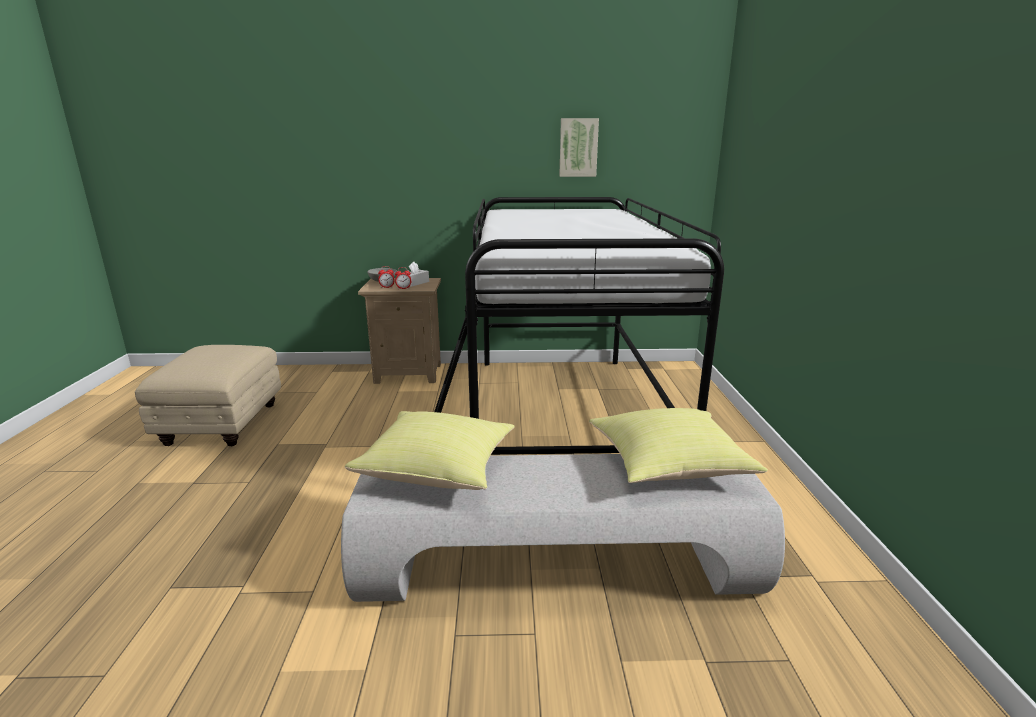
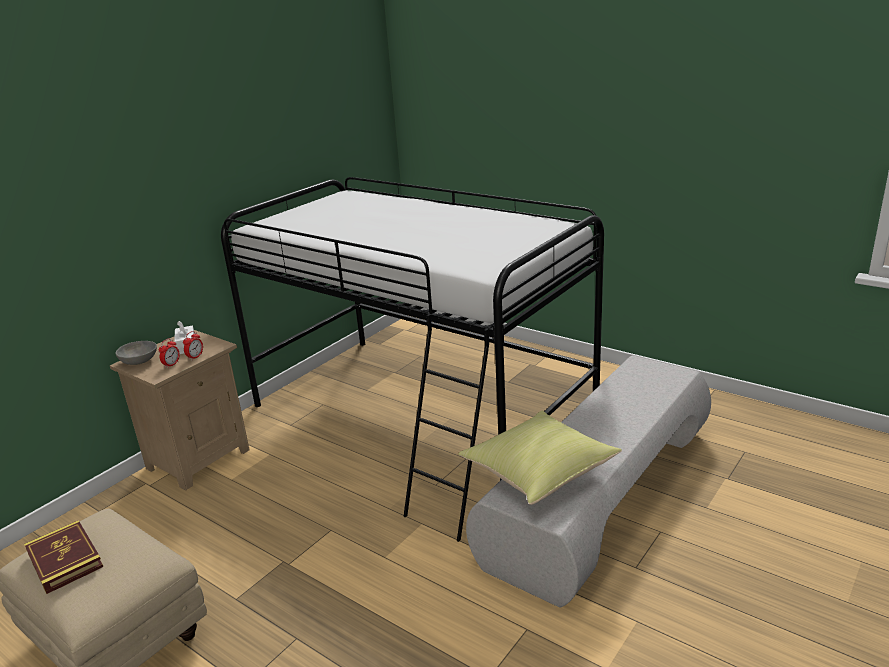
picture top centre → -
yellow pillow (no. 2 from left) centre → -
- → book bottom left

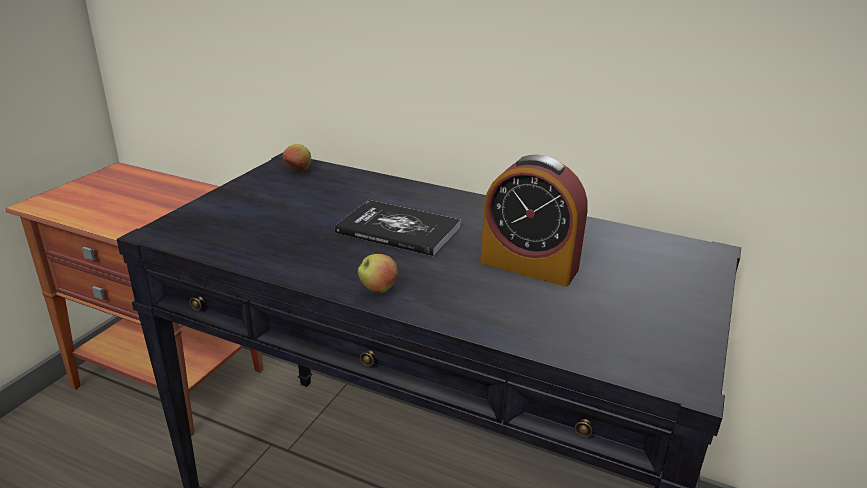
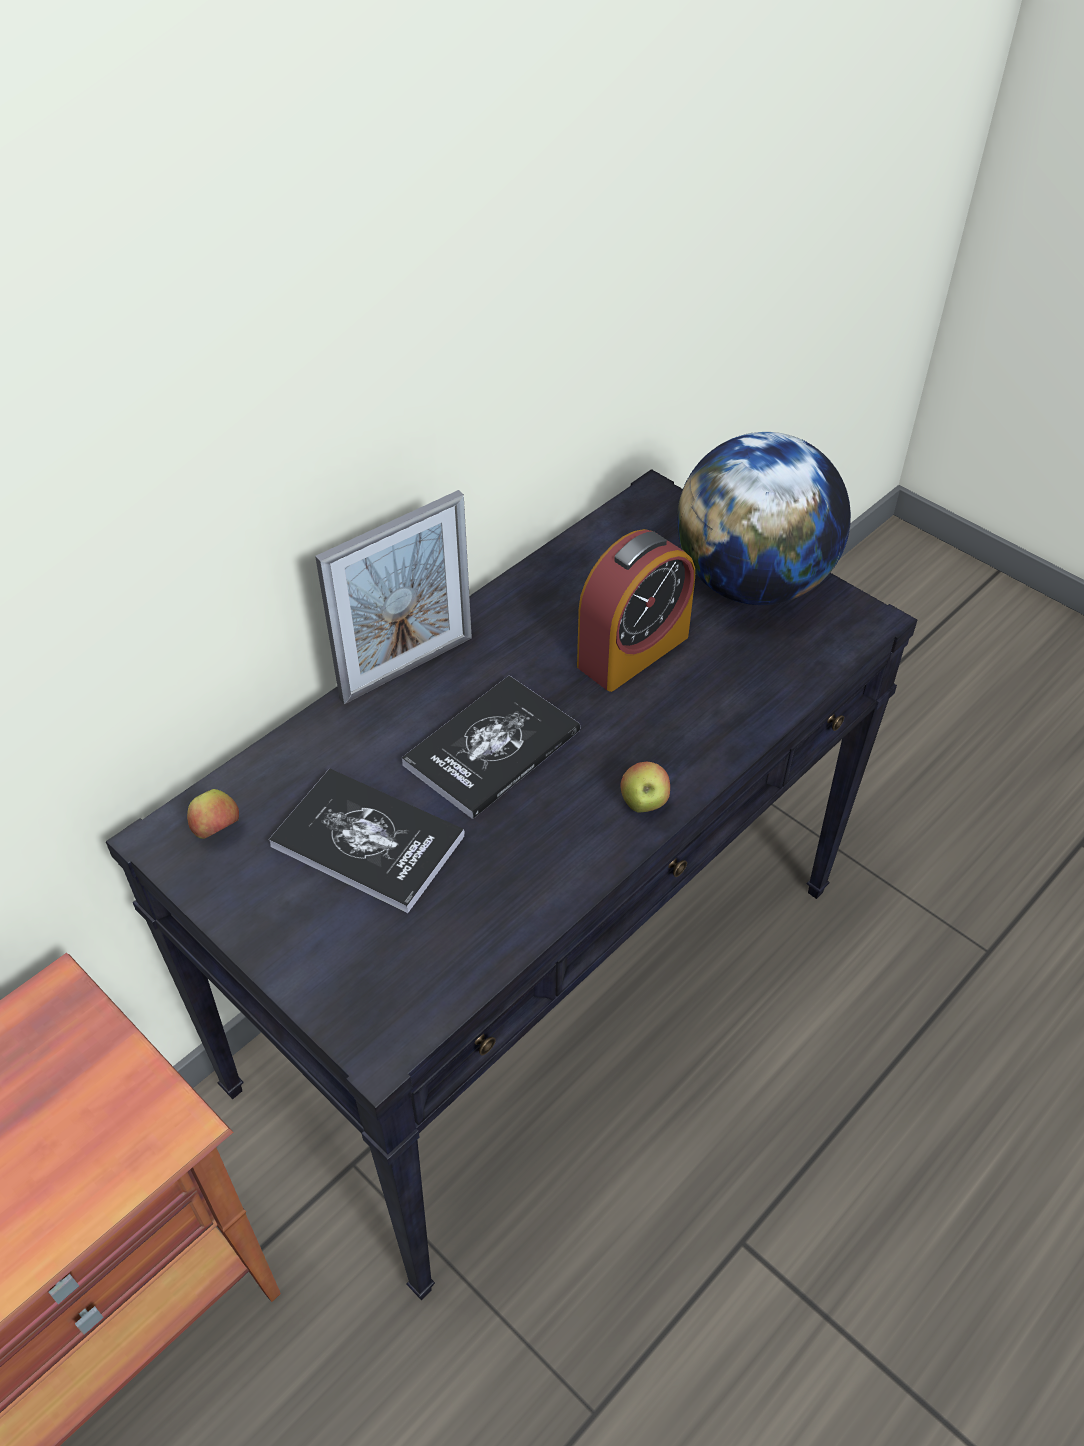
- → globe middle right
- → picture frame centre
- → book (no. 1 from left) centre

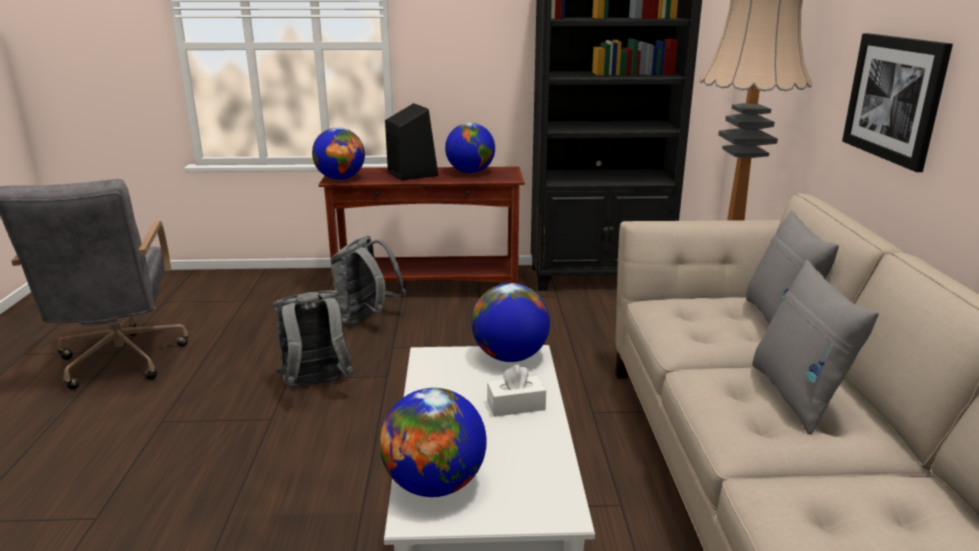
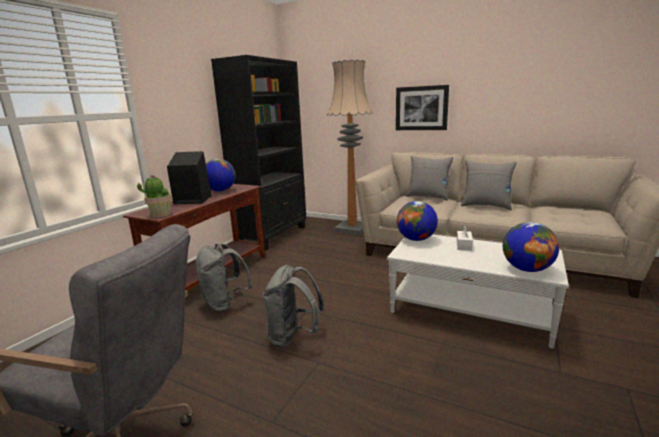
globe (no. 1 from left) top centre → potted plant middle left

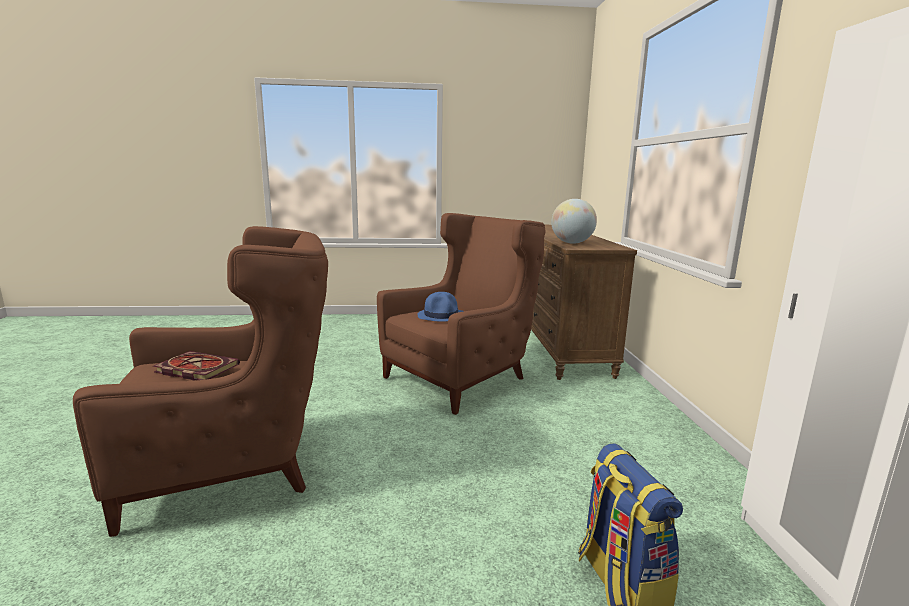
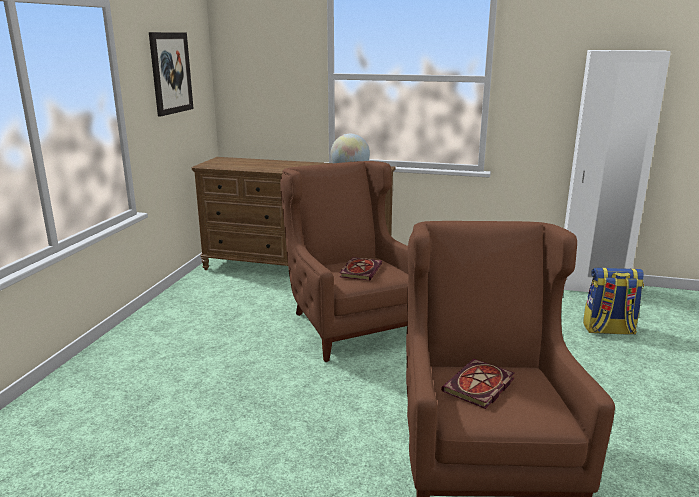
blue hat centre → book (no. 1 from left) centre
- → picture top left

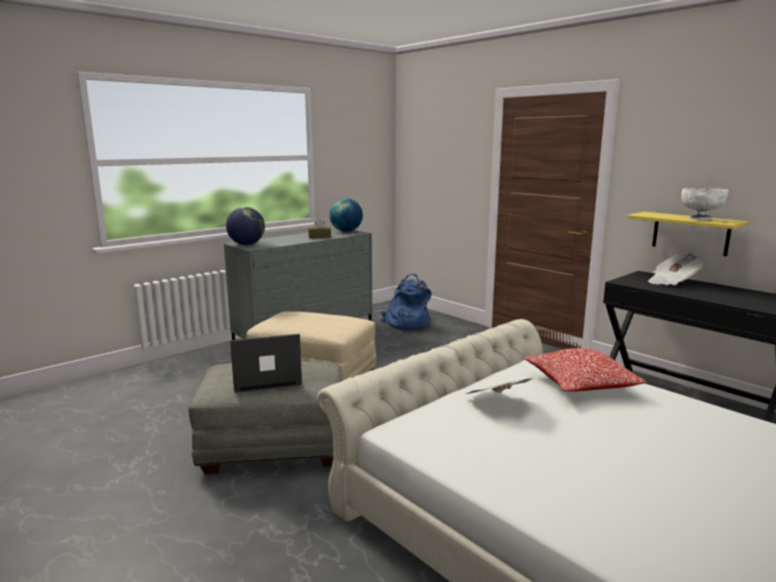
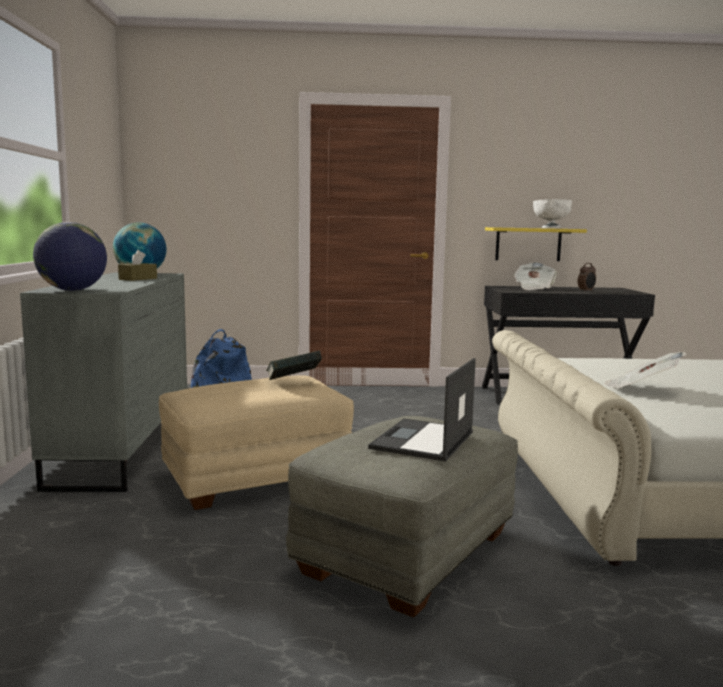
pillow middle right → -
- → alarm clock middle right
- → book centre

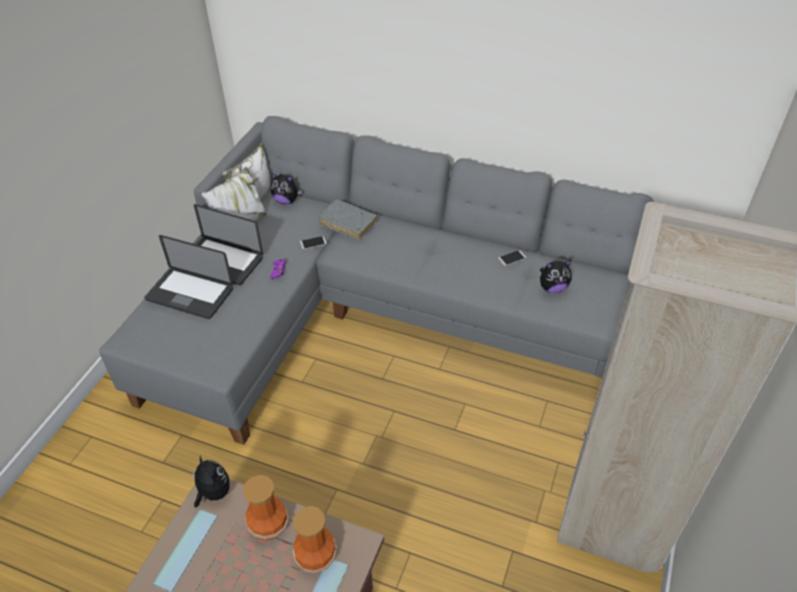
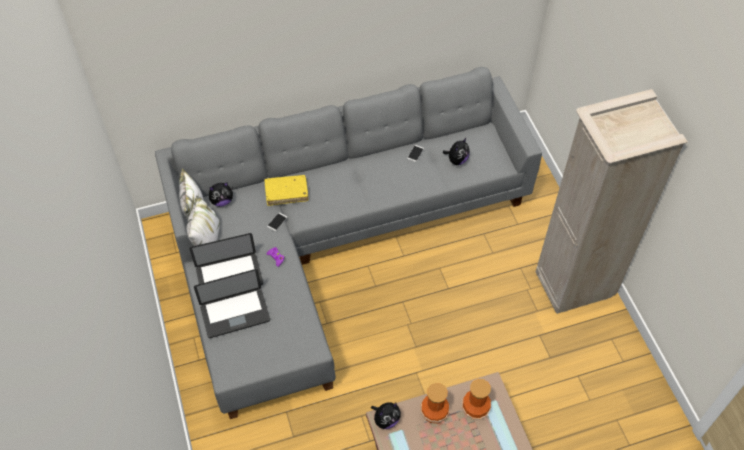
grey book centre → yellow book centre
plush toy (no. 1 from left in the first image) bottom left → plush toy (no. 2 from left) bottom centre, 135 degrees clockwise

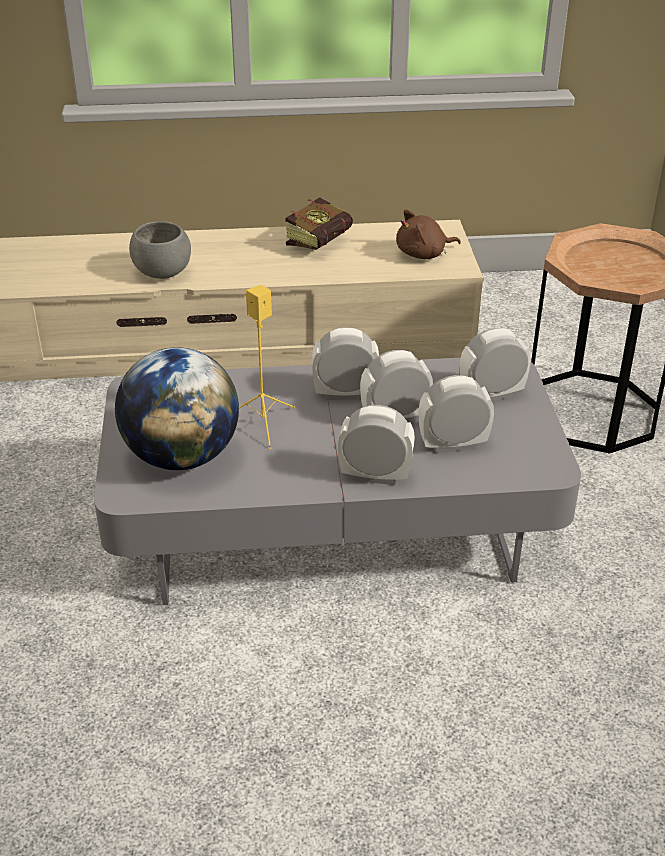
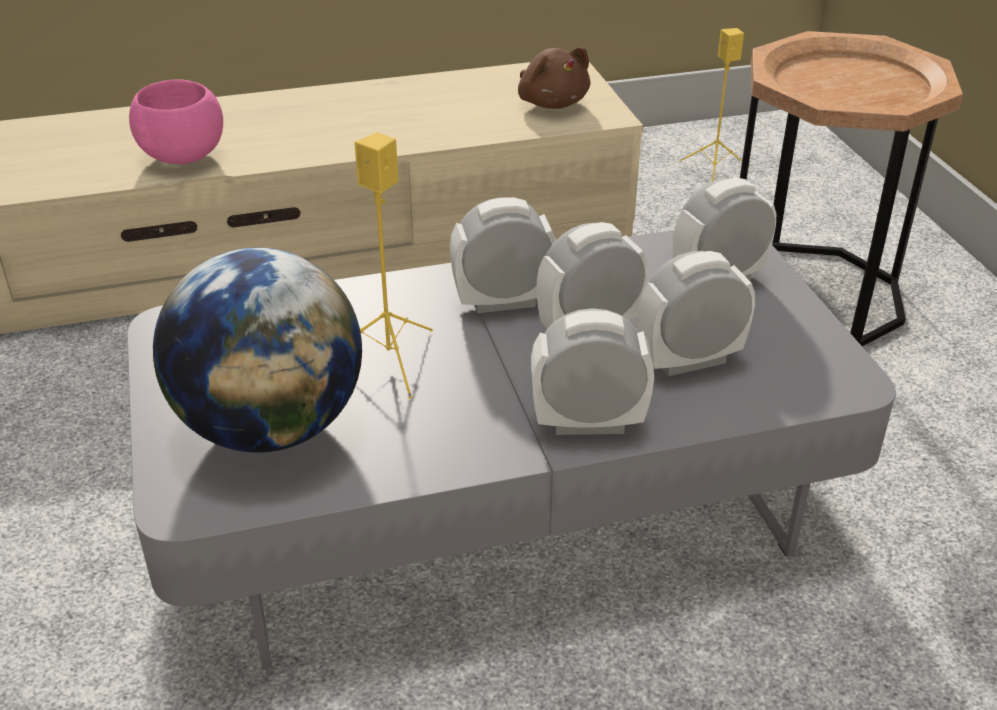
book top centre → -
brown plush toy top centre, 90 degrees counterclockwise
grey bowl top left → pink bowl top left
- → yellow speaker (no. 2 from left) top right

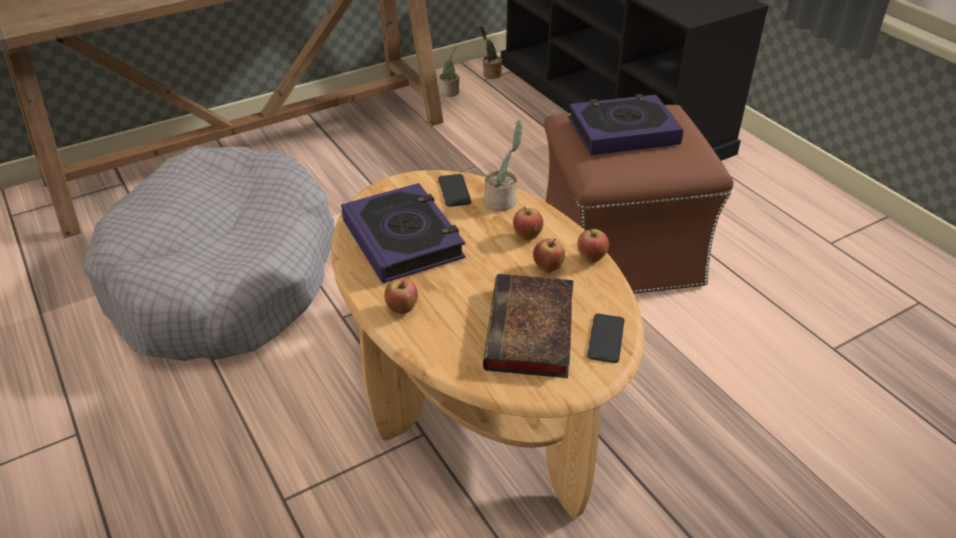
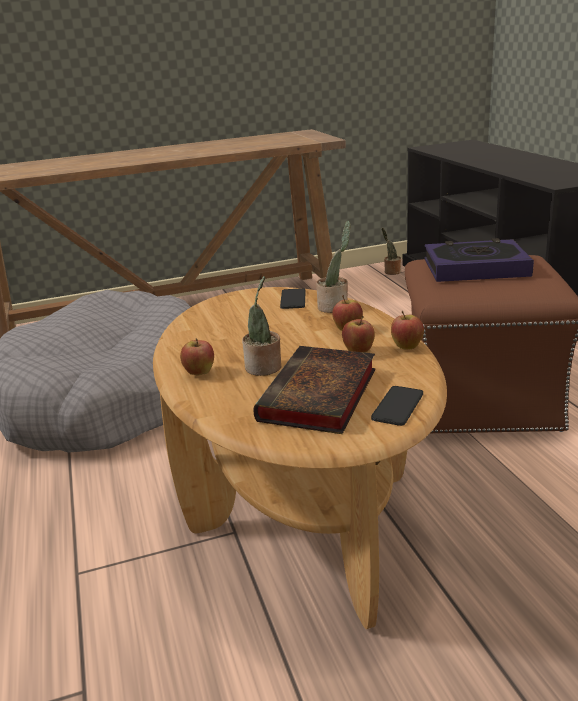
potted plant (no. 1 from left) top centre → potted plant (no. 1 from left) centre, shifted
book (no. 1 from left) centre → -

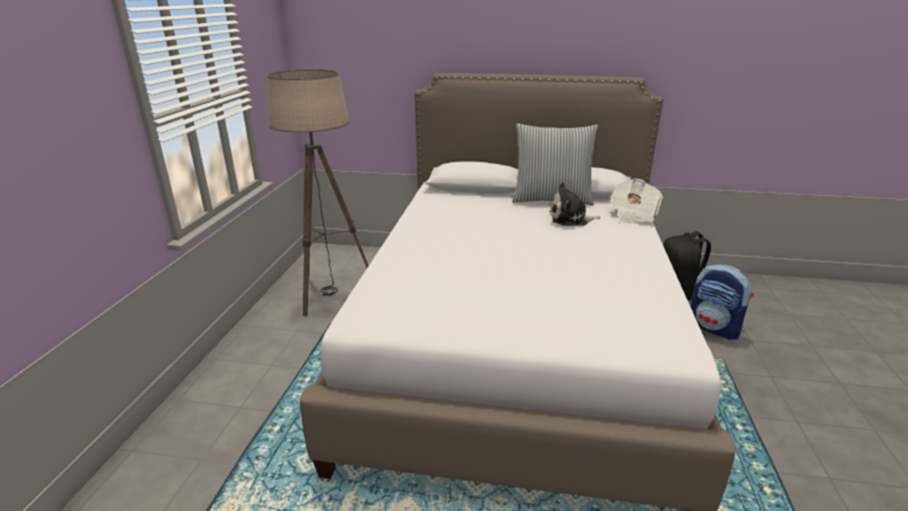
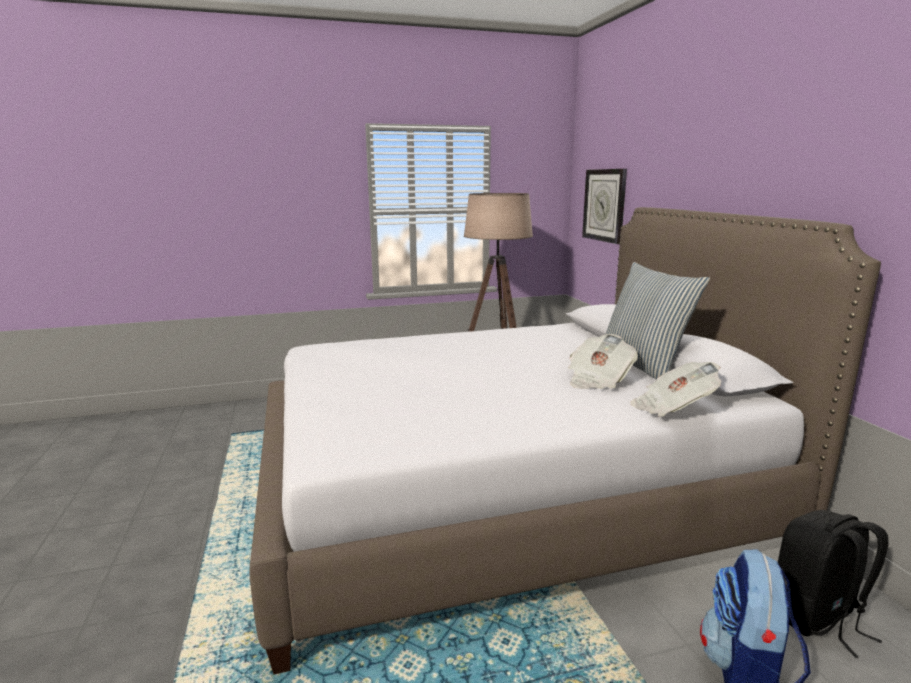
plush toy centre → newspaper (no. 1 from left) centre
- → wall clock top centre

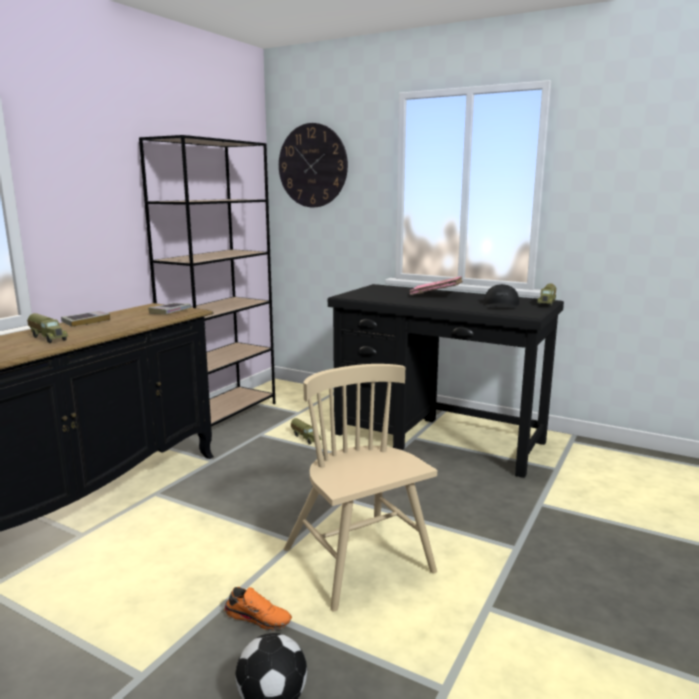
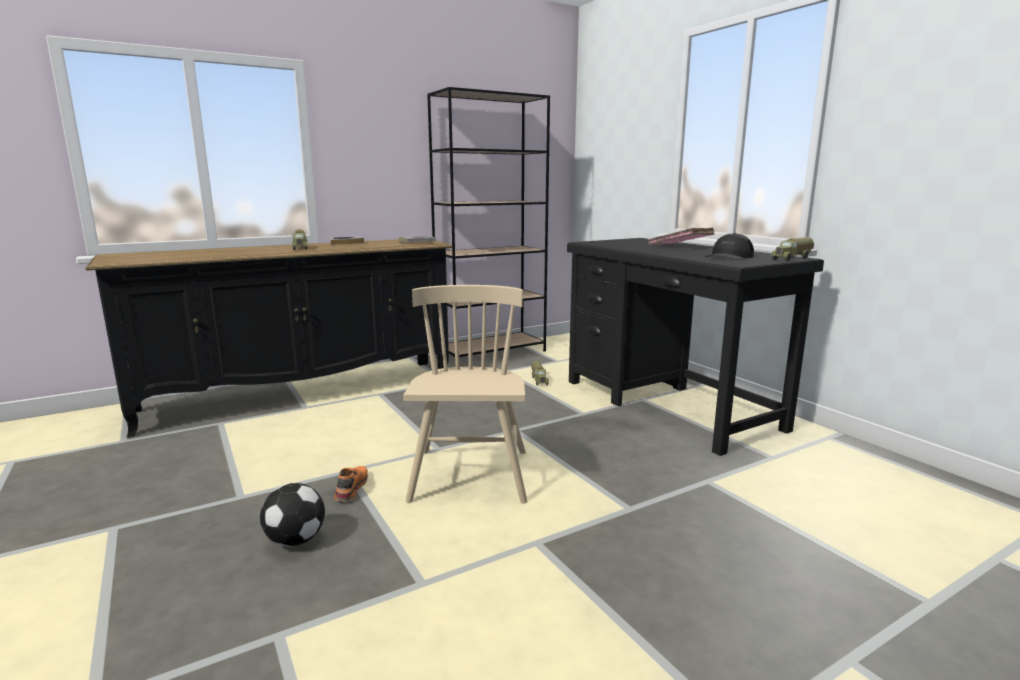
wall clock top centre → -
orange shoe bottom centre, 135 degrees counterclockwise

